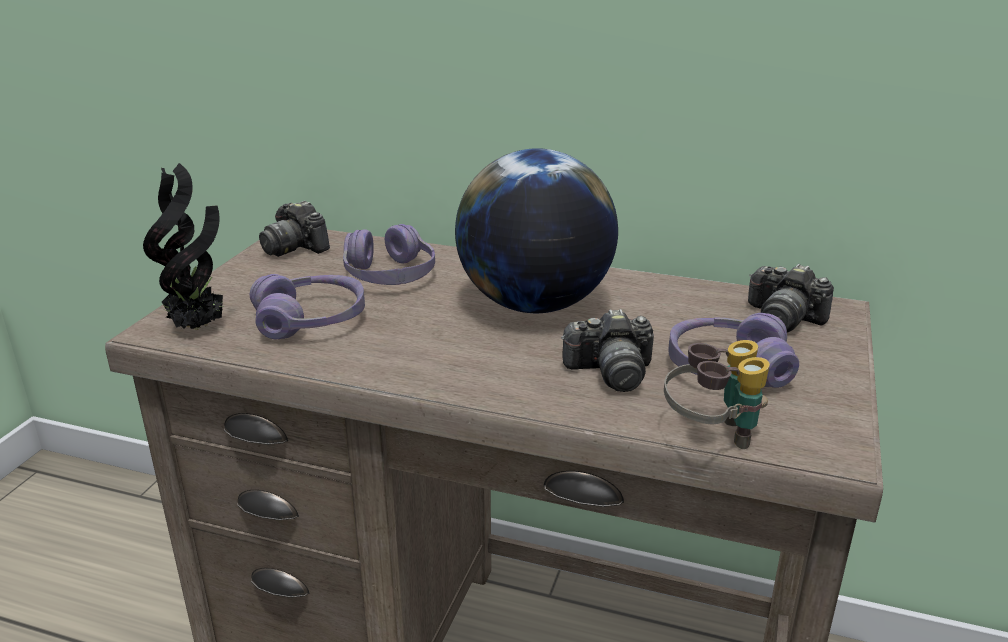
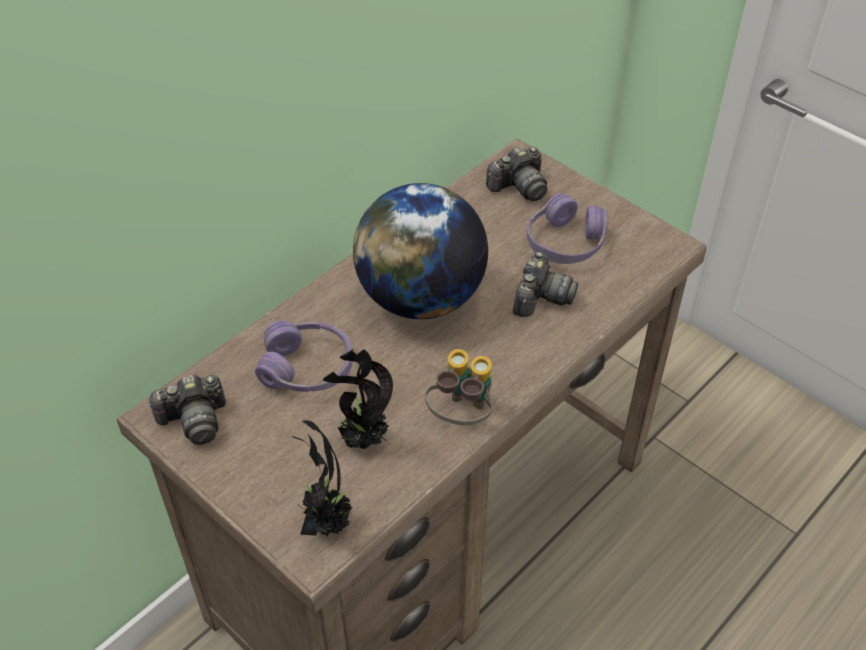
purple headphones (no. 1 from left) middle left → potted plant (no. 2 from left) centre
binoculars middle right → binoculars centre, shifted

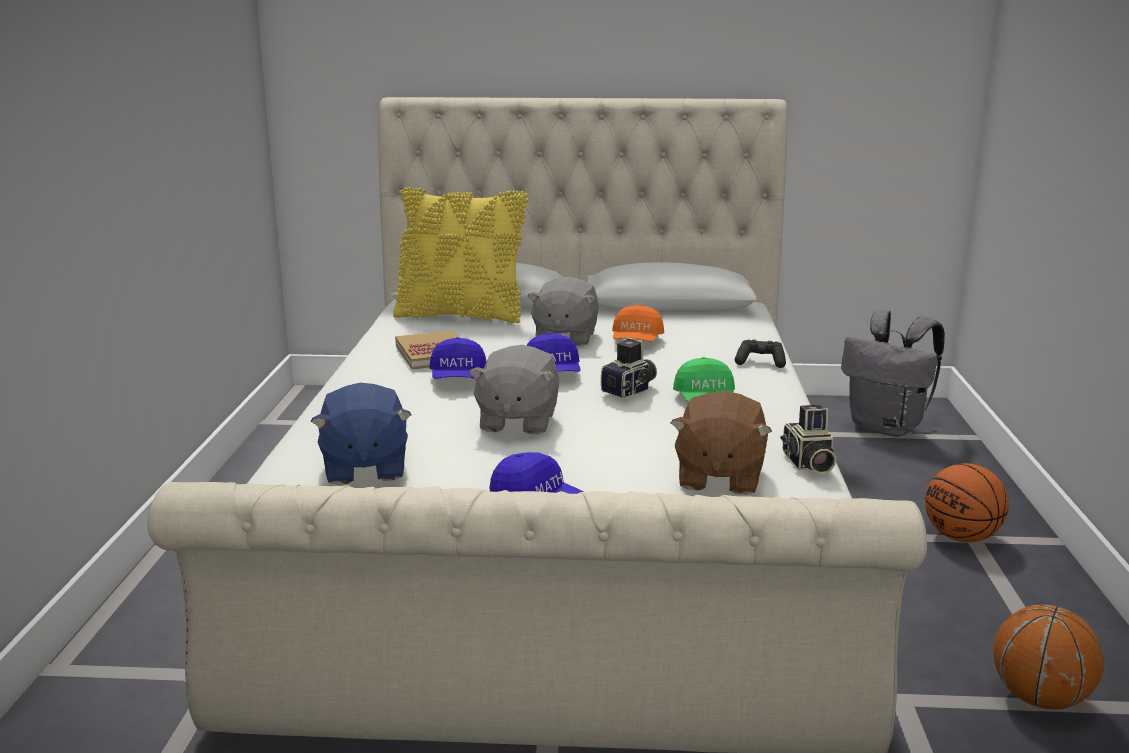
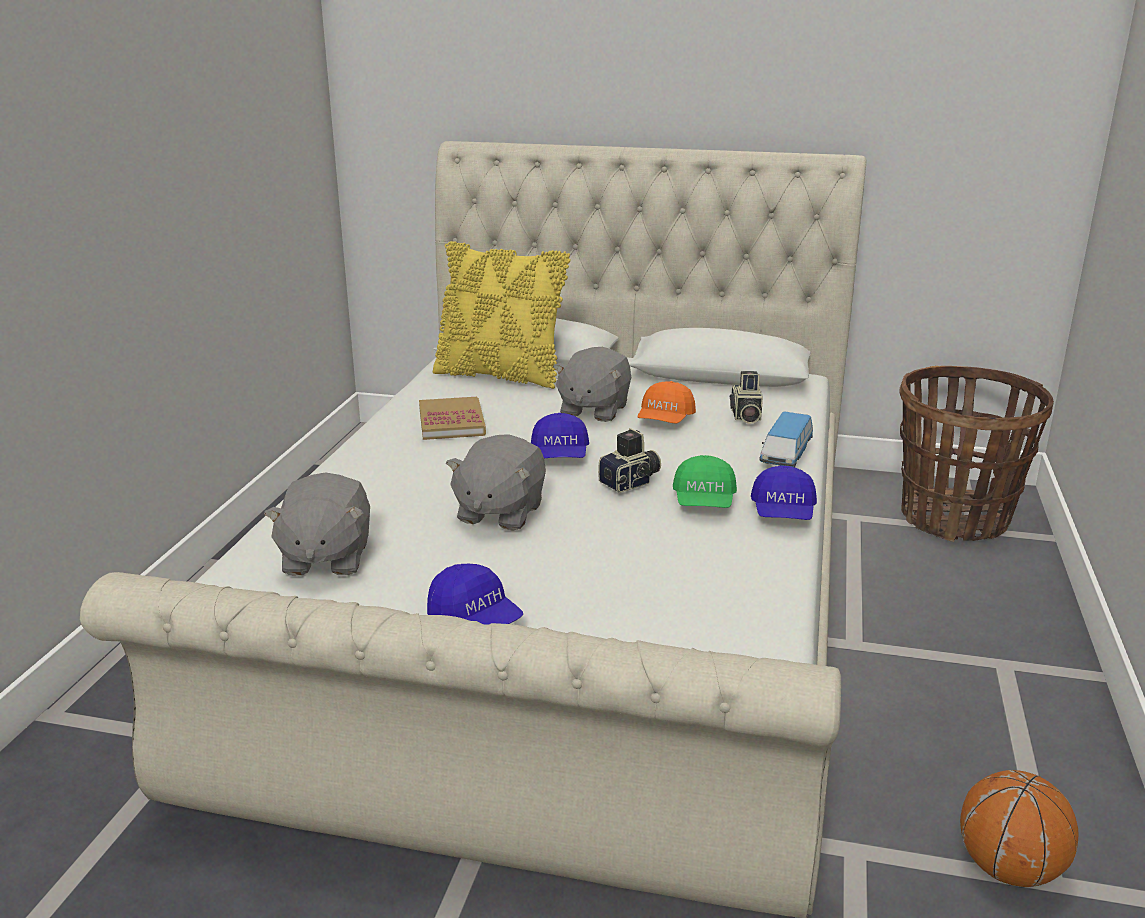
grey backpack middle right → basket middle right
blue cap (no. 1 from left in the first image) centre → blue cap (no. 3 from left) middle right, shifted
black game controller middle right → toy car middle right
blue plush toy middle left → grey plush toy (no. 1 from left) middle left
brown plush toy centre → -
photo camera (no. 2 from left) middle right → photo camera (no. 2 from left) centre, shifted
basketball (no. 1 from left) bottom right → -

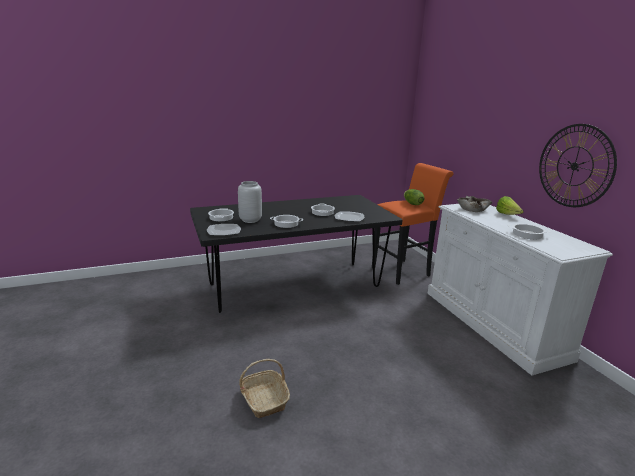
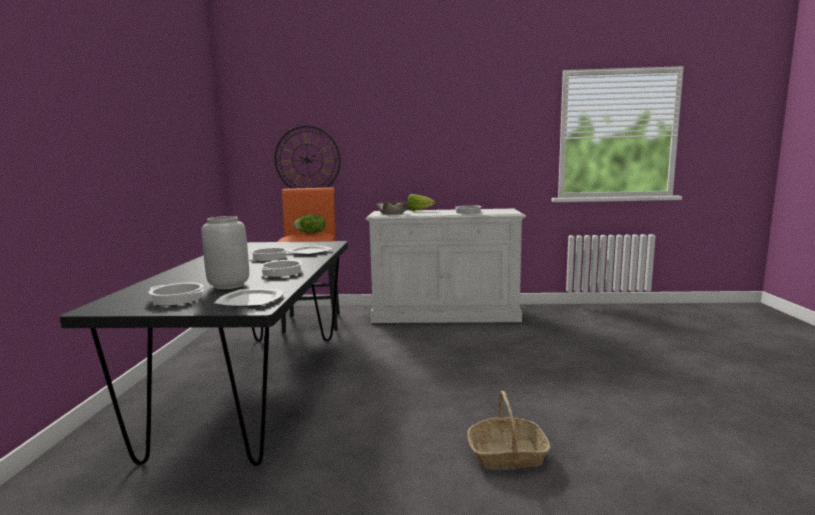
wall clock middle right → wall clock top centre, shifted

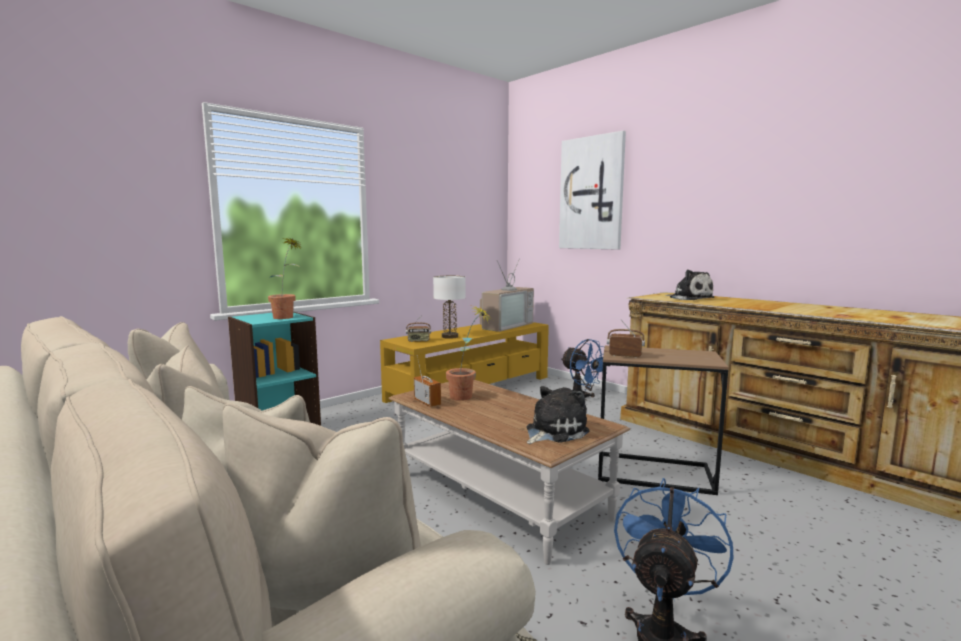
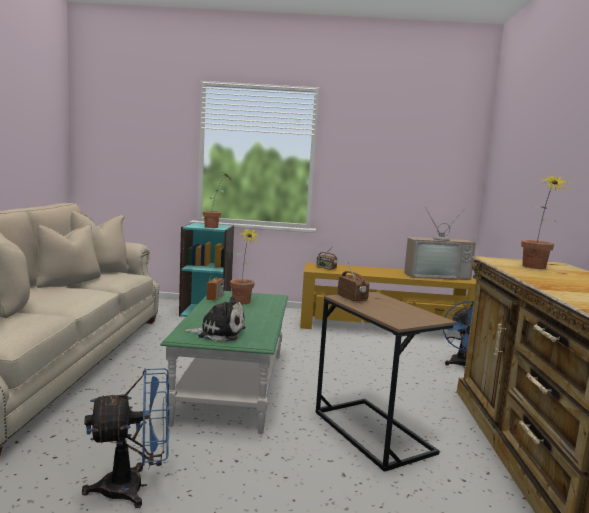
picture top centre → -
plush toy (no. 2 from left) middle right → potted plant (no. 3 from left) middle right
table lamp centre → -
brown coffee table bottom centre → green coffee table bottom centre

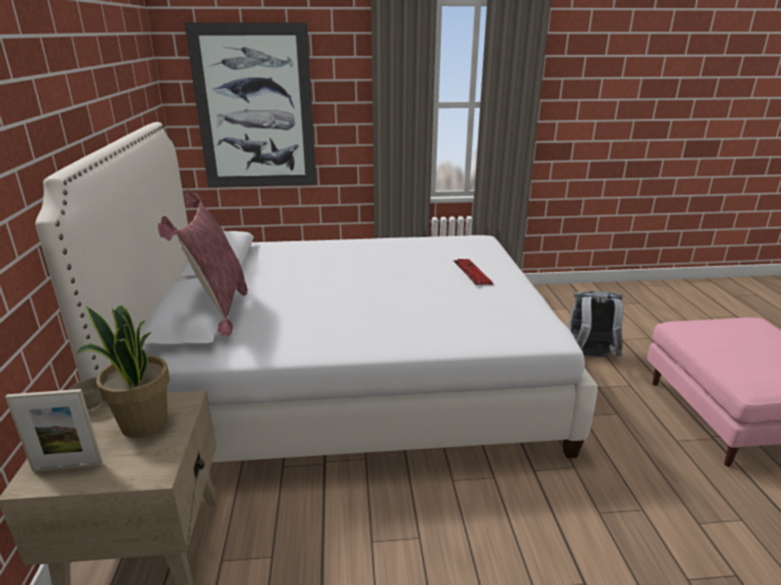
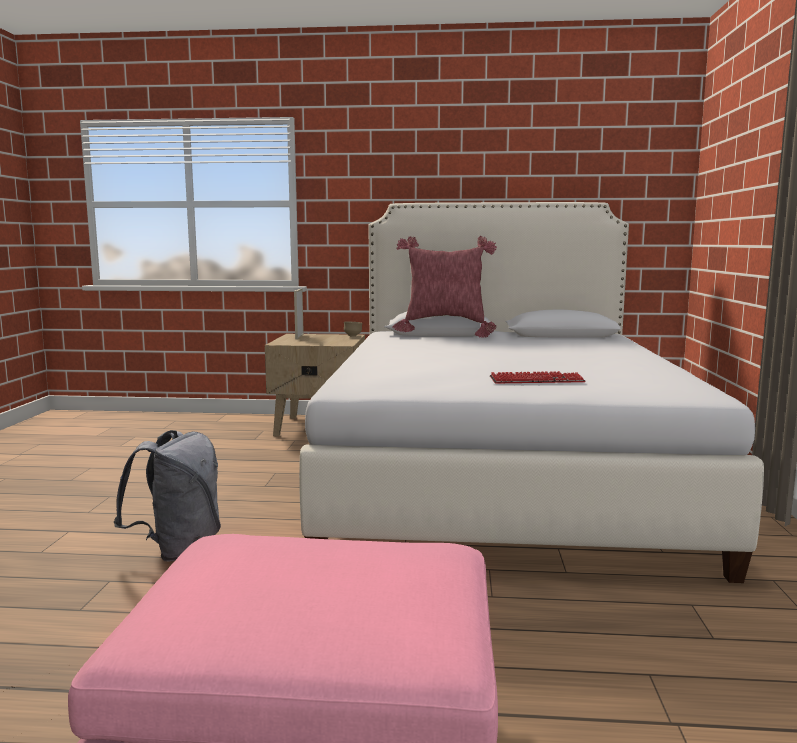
picture top left → -
grey backpack middle right → grey backpack bottom left, shifted
potted plant middle left → -

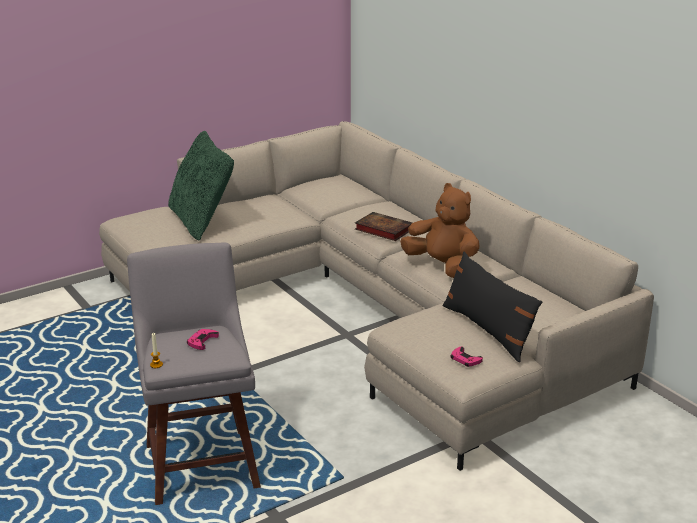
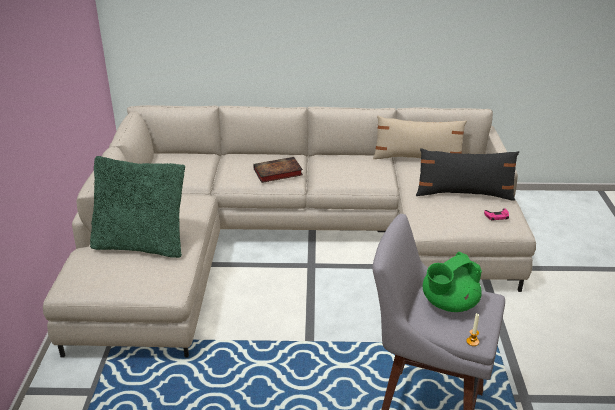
brown plush toy centre → -
pink game controller (no. 1 from left) middle left → green teapot bottom right
- → beige pillow middle right

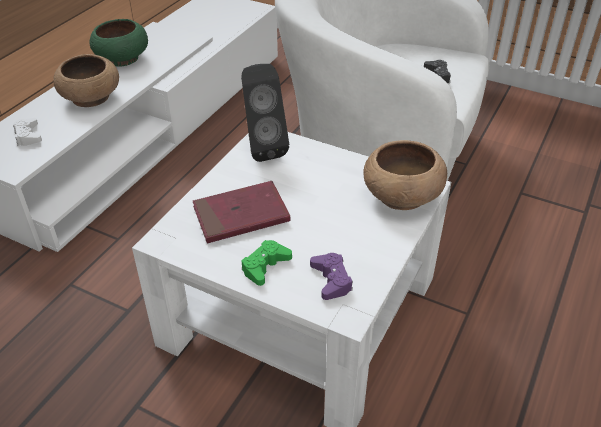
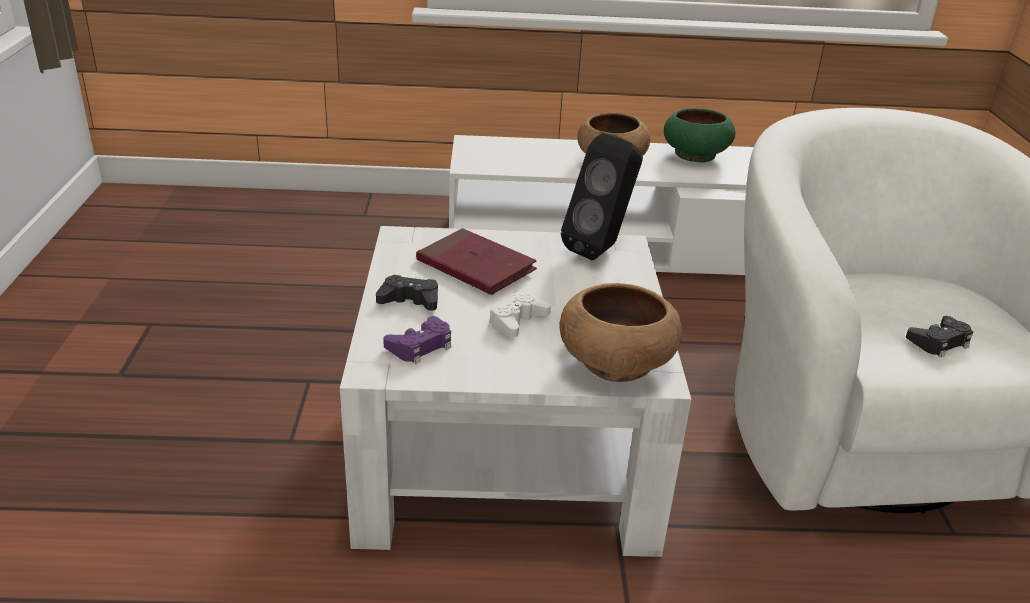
white game controller top left → white game controller centre, shifted
green game controller centre → black game controller (no. 1 from left) centre

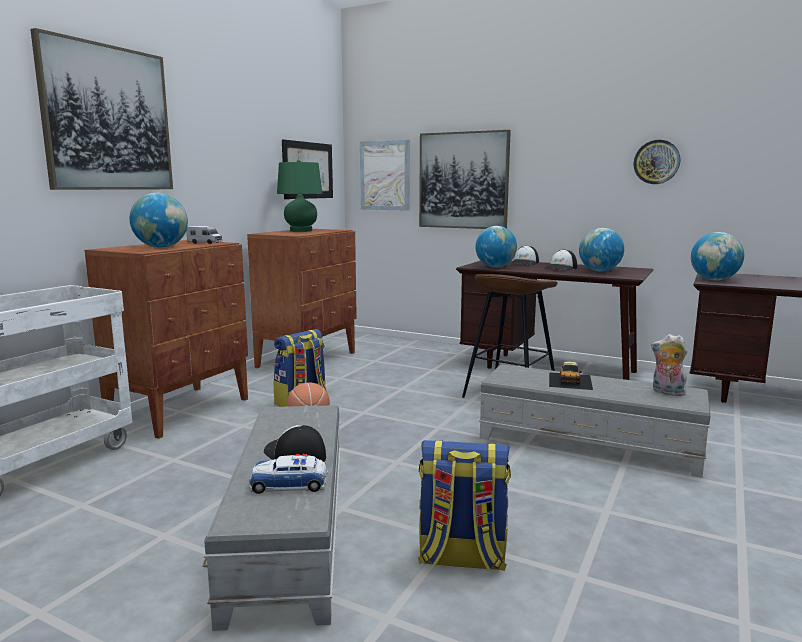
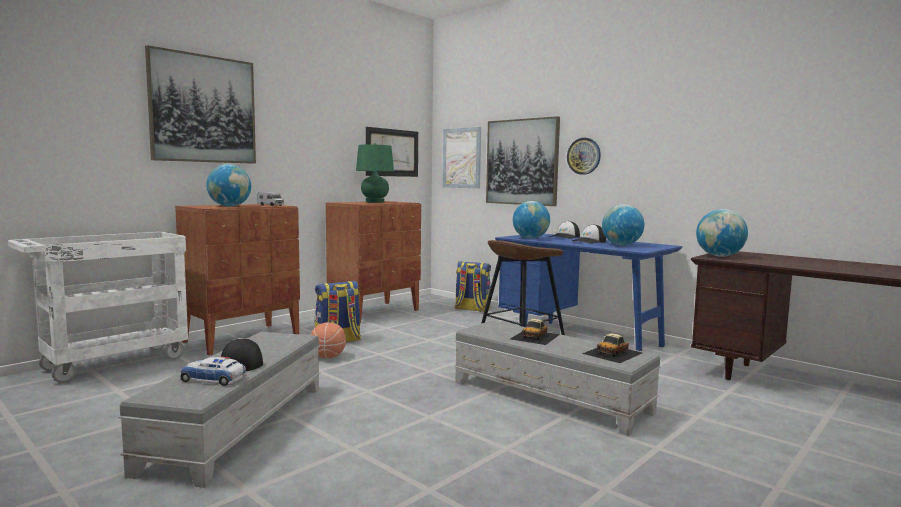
wall clock top right → wall clock top centre, shifted
brown desk (no. 1 from left) middle right → blue desk centre
plush toy middle right → toy car (no. 3 from left) bottom right
backpack (no. 2 from left) bottom centre → backpack (no. 2 from left) centre, shifted

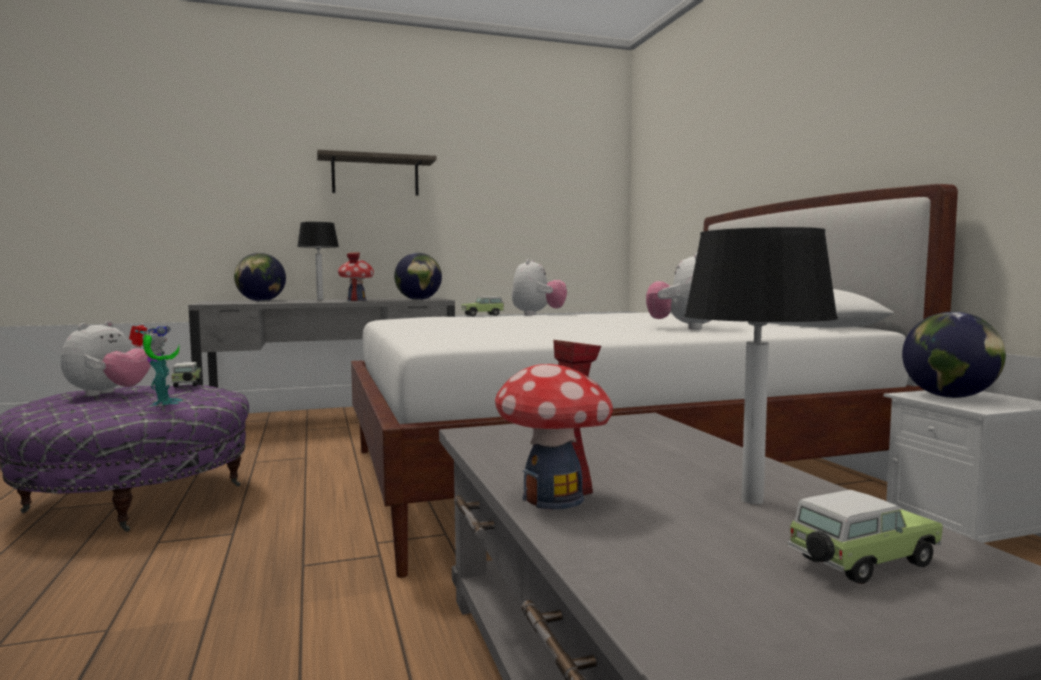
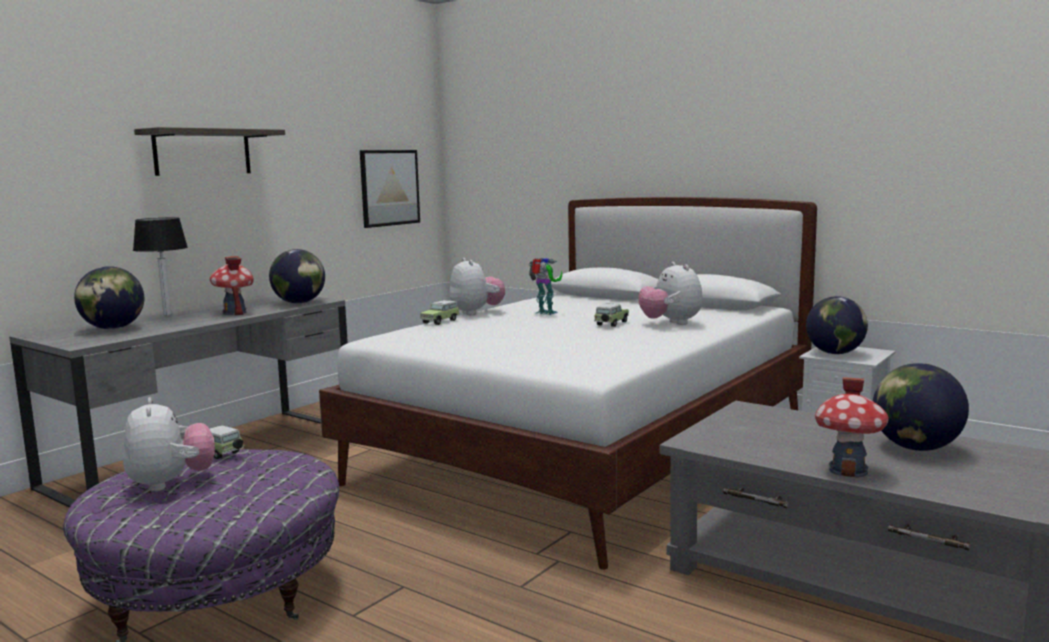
table lamp (no. 2 from left) middle right → globe (no. 4 from left) middle right
toy robot middle left → toy robot centre, shifted
toy car (no. 3 from left) bottom right → toy car (no. 3 from left) centre, shifted
- → picture top centre

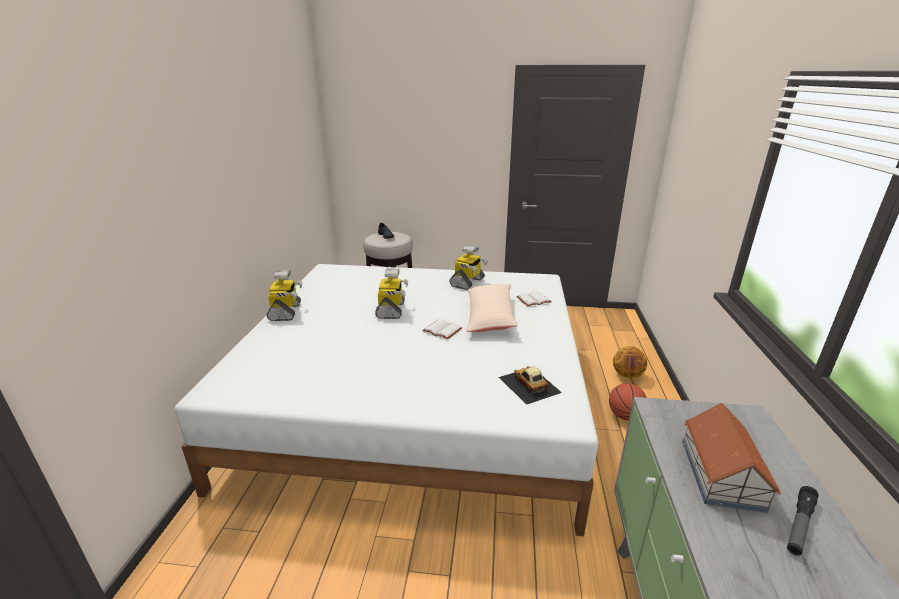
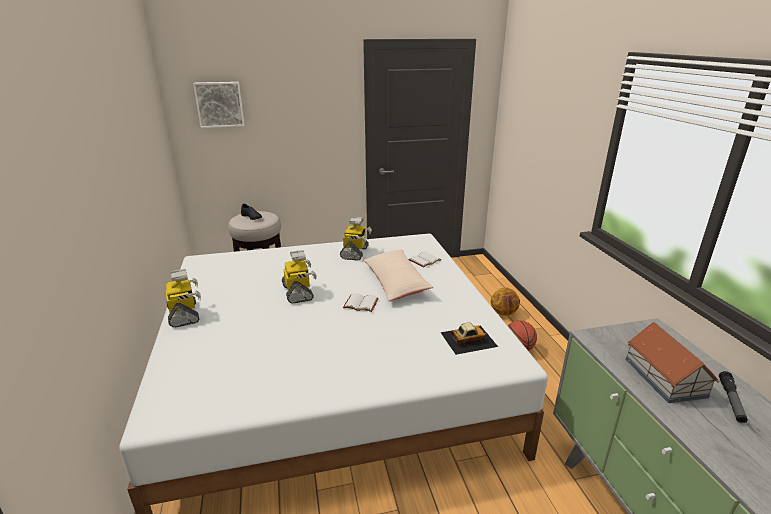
toy car centre, 120 degrees clockwise
- → picture top left

